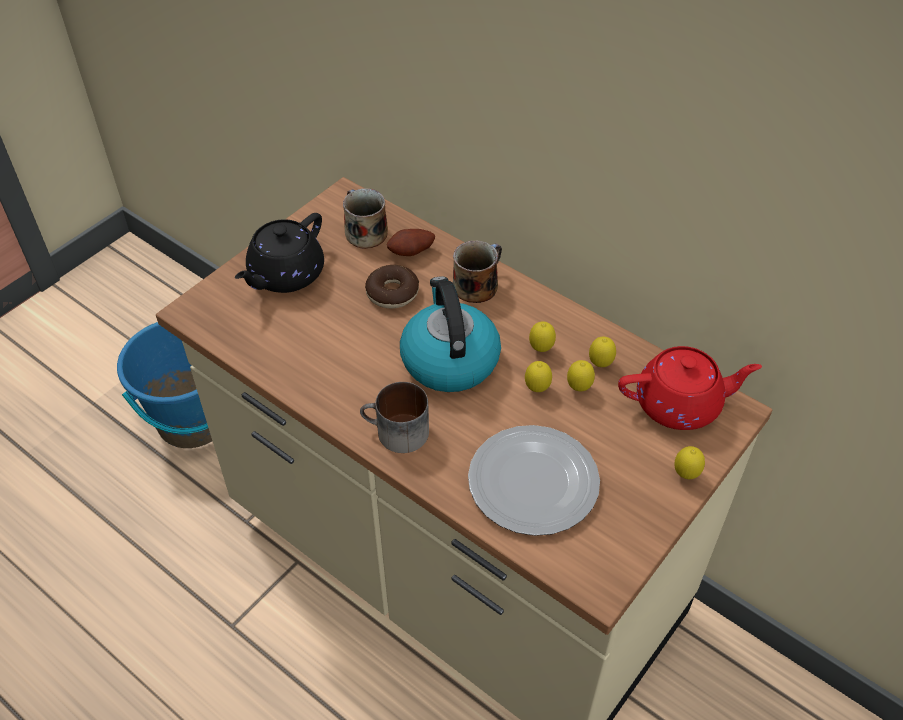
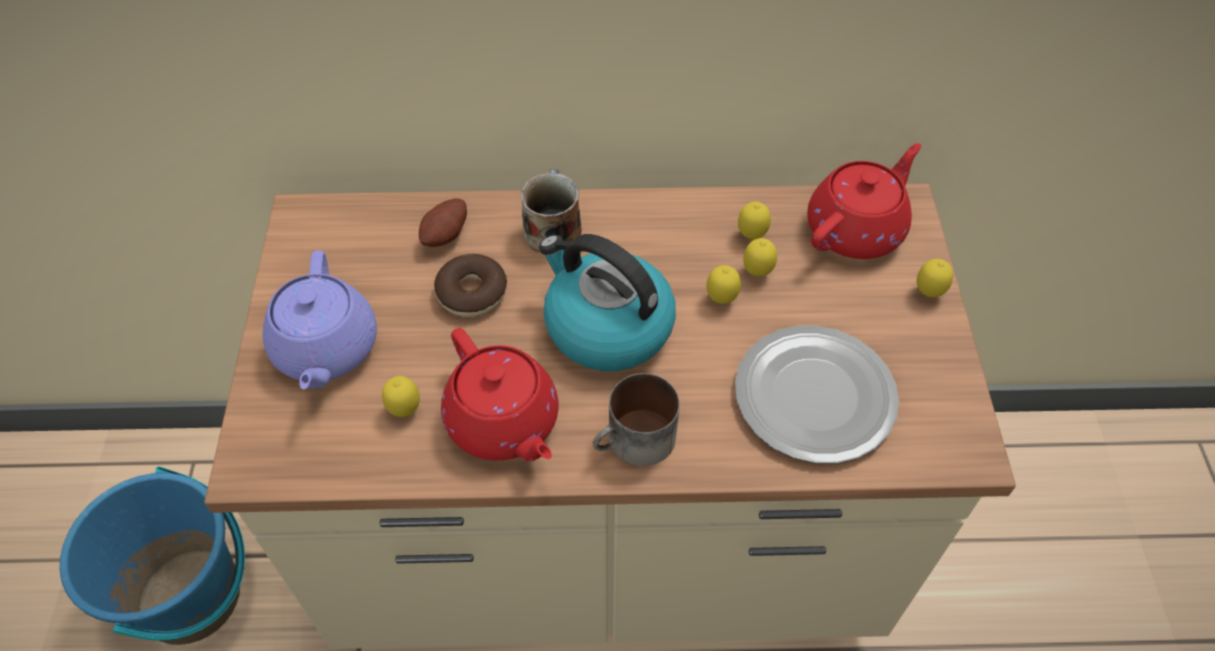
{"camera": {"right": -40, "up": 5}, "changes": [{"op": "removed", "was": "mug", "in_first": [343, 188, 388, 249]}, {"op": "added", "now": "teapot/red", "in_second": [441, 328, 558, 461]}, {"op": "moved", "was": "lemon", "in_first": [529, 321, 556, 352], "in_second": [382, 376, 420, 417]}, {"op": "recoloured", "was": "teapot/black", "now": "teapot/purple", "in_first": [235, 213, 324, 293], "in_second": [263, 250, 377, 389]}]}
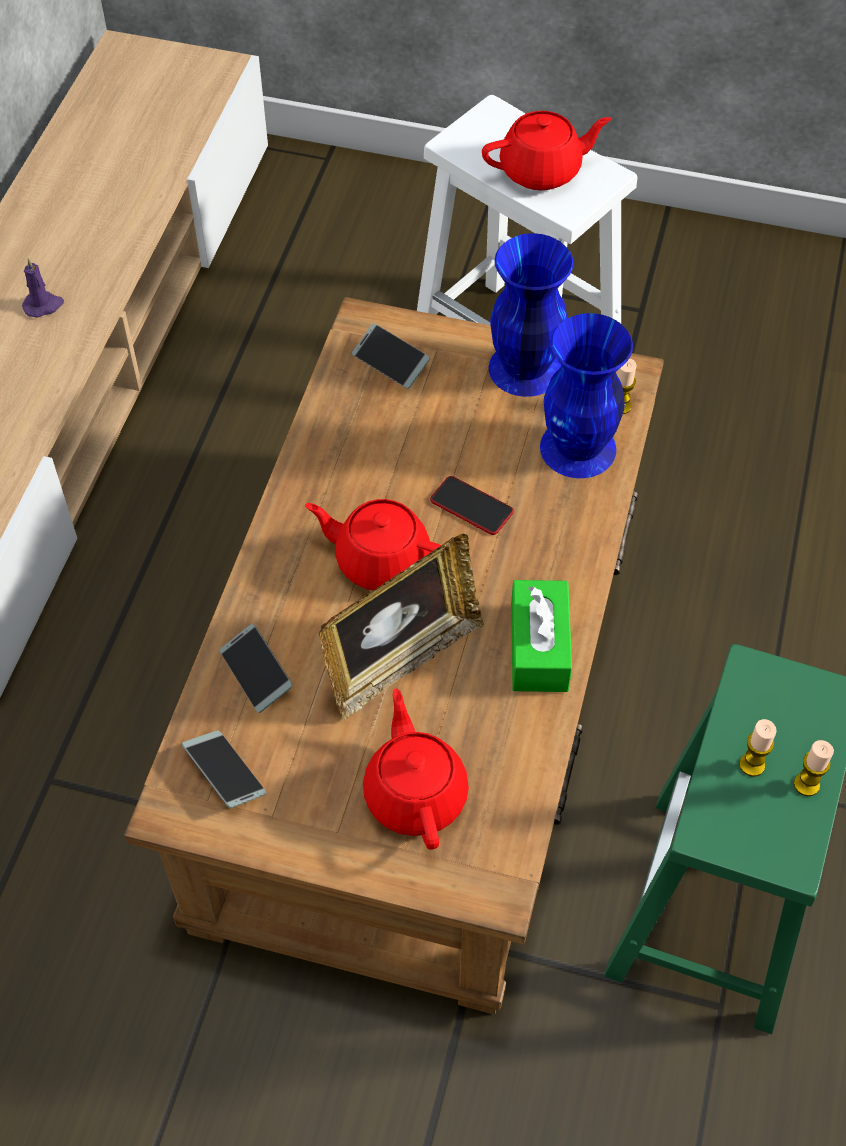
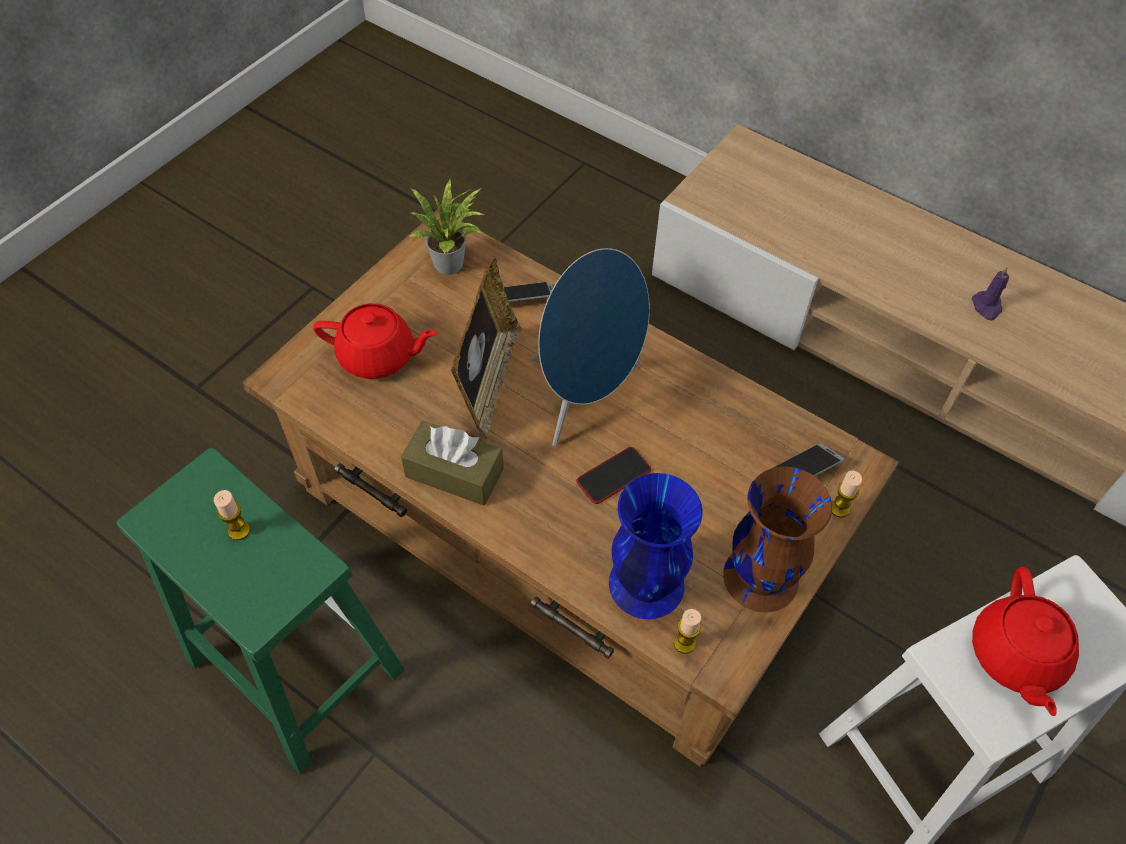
{"camera": {"right": 110, "up": 0}, "changes": [{"op": "moved", "was": "candle", "in_first": [794, 740, 834, 796], "in_second": [832, 470, 862, 518]}, {"op": "replaced", "was": "phone", "now": "potted plant", "in_first": [182, 730, 266, 808], "in_second": [410, 180, 485, 275]}, {"op": "replaced", "was": "teapot/red", "now": "speaker/blue", "in_first": [305, 499, 441, 590], "in_second": [531, 248, 650, 447]}, {"op": "recoloured", "was": "vase/blue", "now": "vase/brown", "in_first": [489, 233, 573, 397], "in_second": [723, 467, 832, 613]}, {"op": "recoloured", "was": "tissue box/green", "now": "tissue box/brown", "in_first": [511, 580, 572, 692], "in_second": [401, 421, 504, 506]}, {"op": "turned", "was": "picture frame", "in_first": [319, 534, 484, 719], "in_second": [451, 259, 522, 439], "clockwise": -150}]}
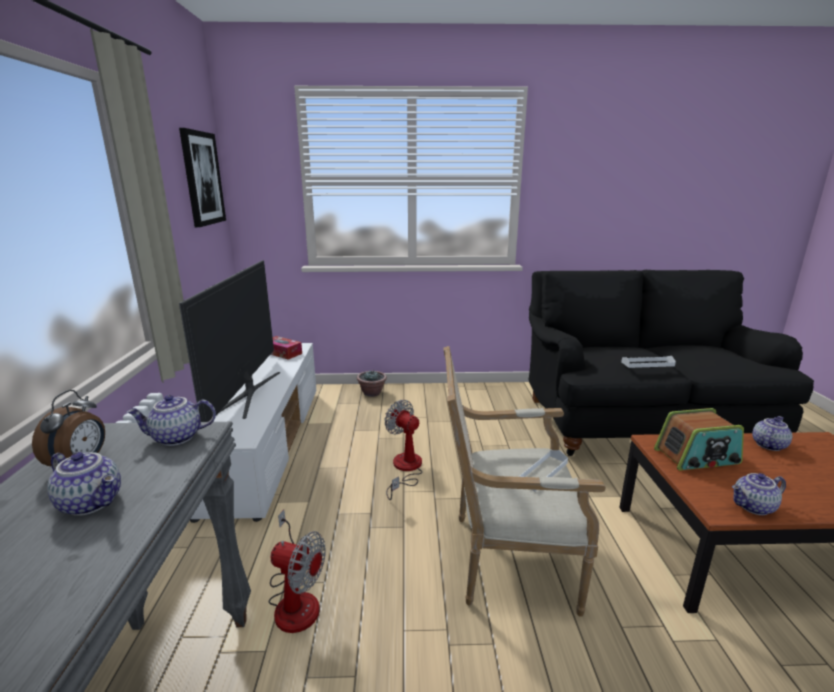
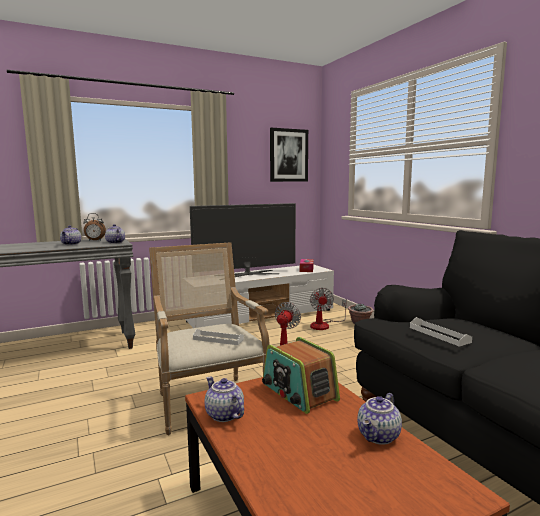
{"camera": {"right": 65, "up": -10}, "changes": [{"op": "moved", "was": "fan", "in_first": [269, 510, 326, 633], "in_second": [310, 288, 347, 330]}, {"op": "turned", "was": "teapot", "in_first": [752, 416, 792, 451], "in_second": [357, 393, 402, 445], "clockwise": 105}]}
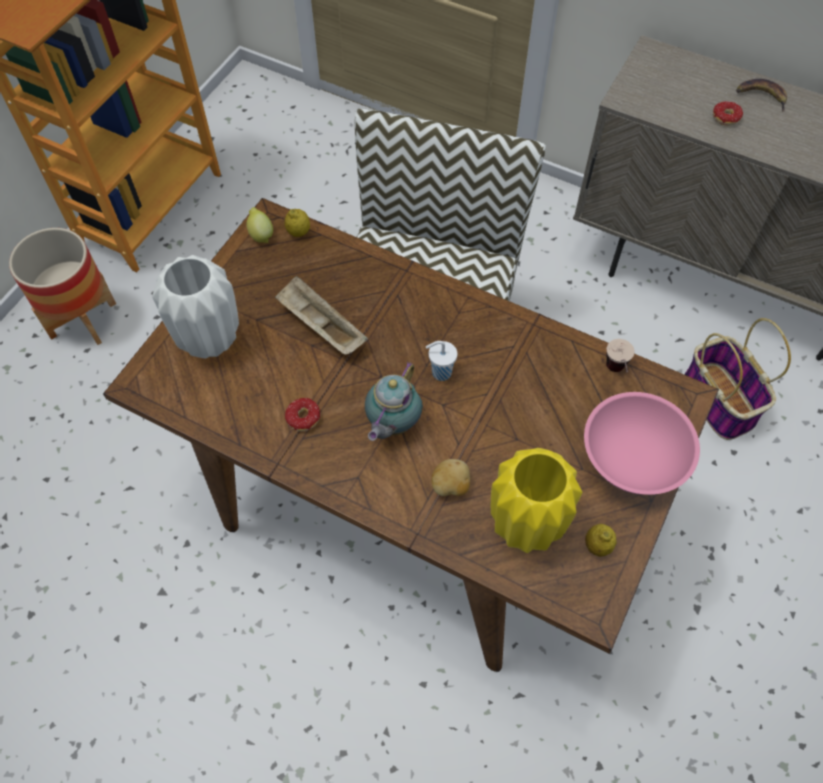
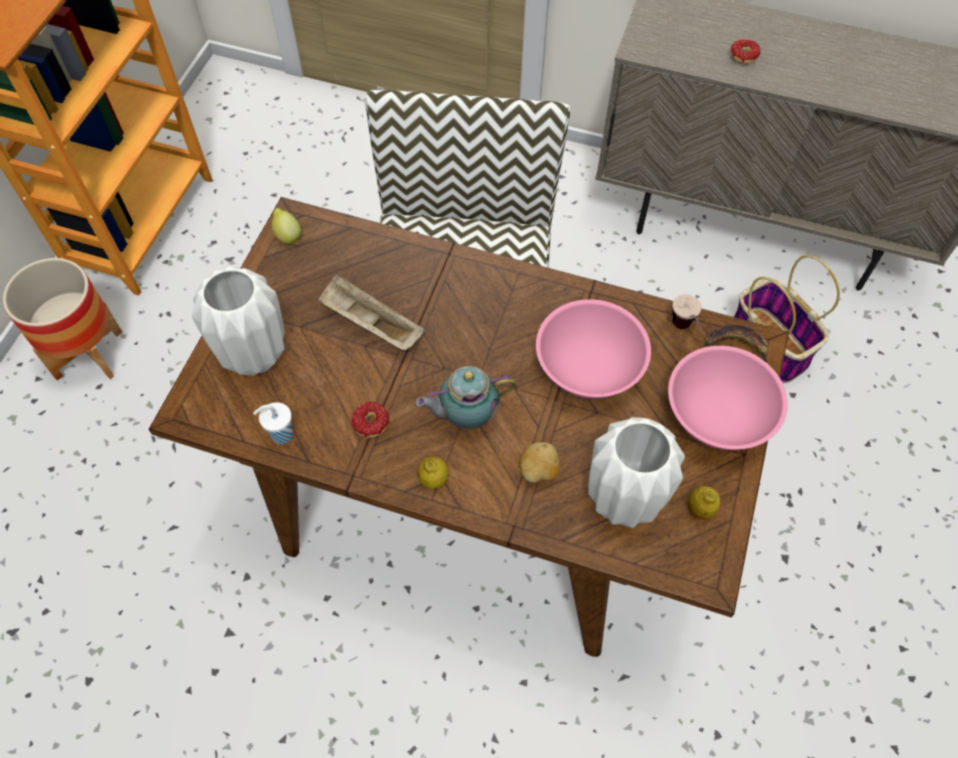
{"camera": {"right": -10, "up": 0}, "changes": [{"op": "added", "now": "bowl/pink", "in_second": [536, 299, 651, 399]}, {"op": "moved", "was": "lemon", "in_first": [284, 209, 310, 237], "in_second": [417, 456, 449, 489]}, {"op": "moved", "was": "cup/white", "in_first": [426, 341, 457, 381], "in_second": [253, 402, 293, 445]}, {"op": "moved", "was": "banana", "in_first": [736, 79, 787, 112], "in_second": [705, 325, 768, 363]}, {"op": "recoloured", "was": "vase/yellow", "now": "vase/white", "in_first": [491, 448, 583, 553], "in_second": [588, 417, 685, 528]}, {"op": "turned", "was": "teapot", "in_first": [365, 362, 423, 441], "in_second": [416, 366, 517, 430], "clockwise": 60}]}
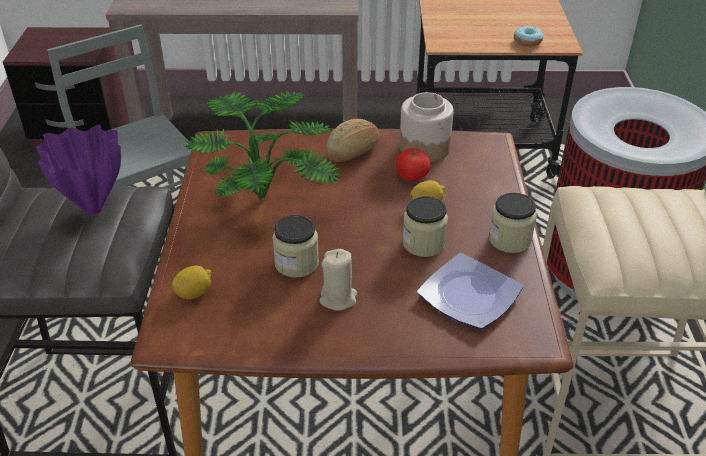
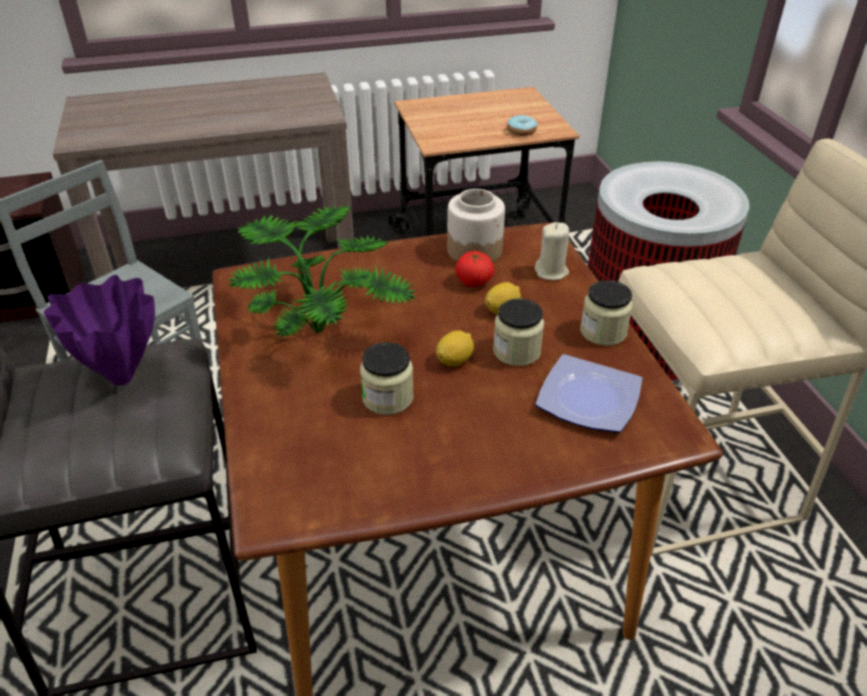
{"camera": {"right": -15, "up": 0}, "changes": [{"op": "removed", "was": "bread", "in_first": [326, 119, 380, 162]}, {"op": "moved", "was": "lemon", "in_first": [172, 265, 211, 299], "in_second": [436, 330, 474, 366]}, {"op": "moved", "was": "candle/beige", "in_first": [319, 249, 357, 311], "in_second": [535, 222, 569, 280]}]}
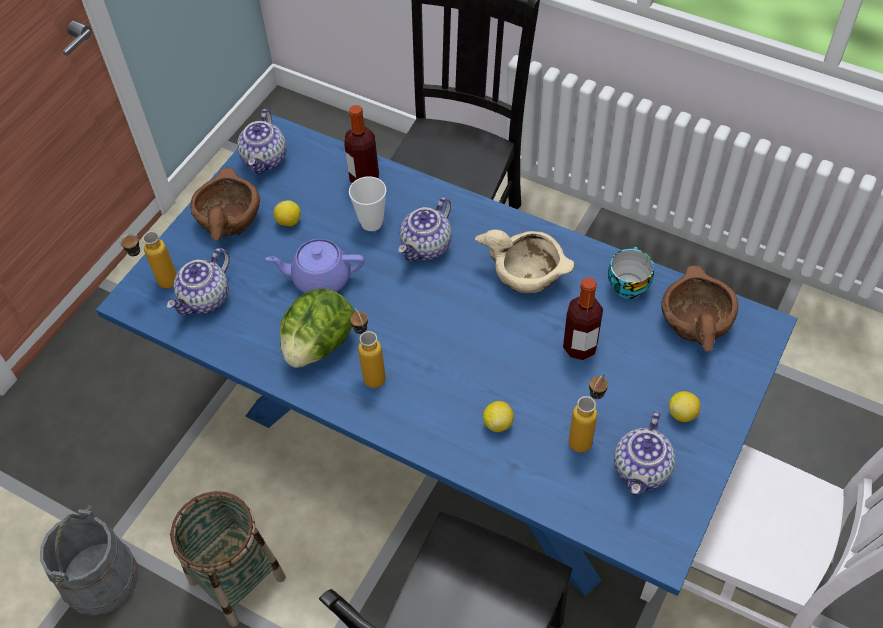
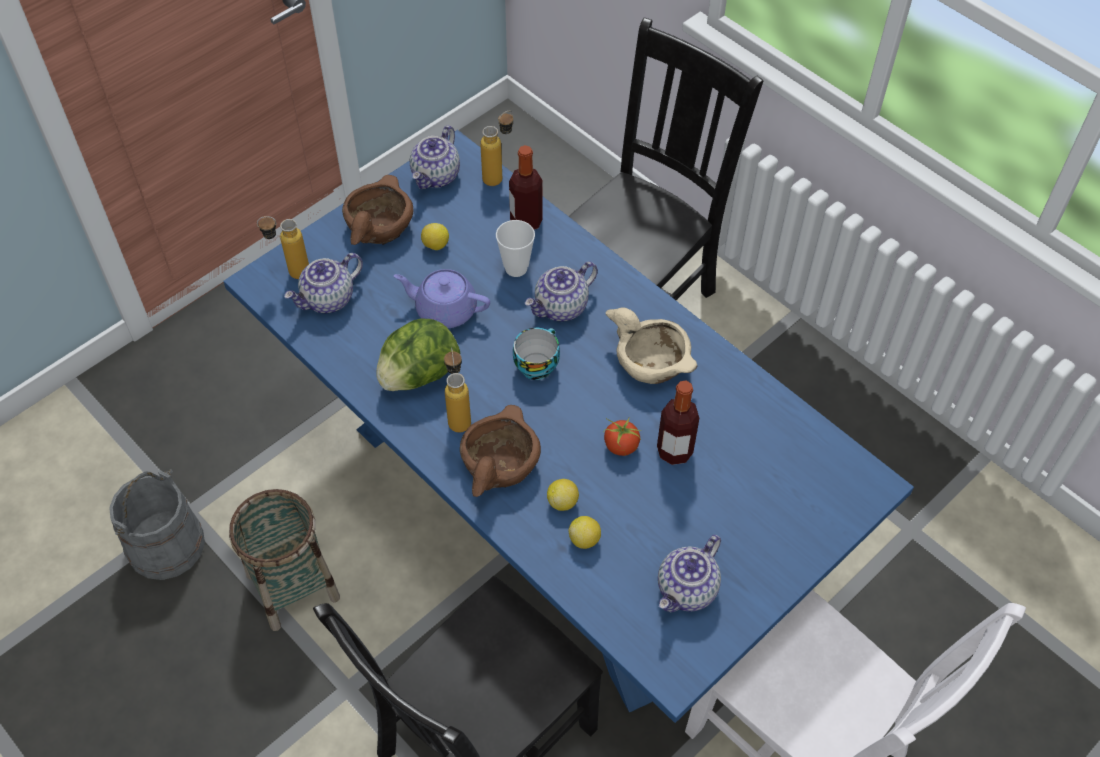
{"camera": {"right": 15, "up": 0}, "changes": [{"op": "added", "now": "tomato", "in_second": [604, 418, 641, 456]}, {"op": "moved", "was": "bottle", "in_first": [569, 374, 608, 453], "in_second": [480, 111, 513, 186]}, {"op": "moved", "was": "cup", "in_first": [608, 247, 654, 299], "in_second": [513, 328, 560, 380]}, {"op": "moved", "was": "bowl/brown", "in_first": [661, 265, 739, 352], "in_second": [460, 405, 541, 497]}, {"op": "moved", "was": "lemon", "in_first": [669, 391, 701, 422], "in_second": [569, 516, 601, 549]}]}
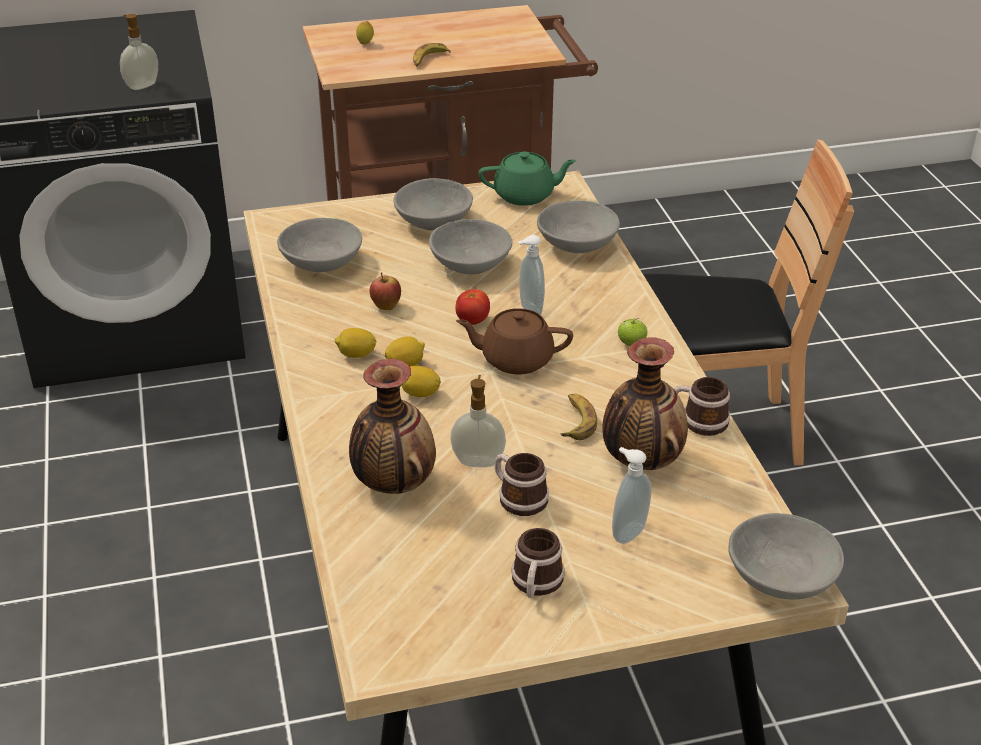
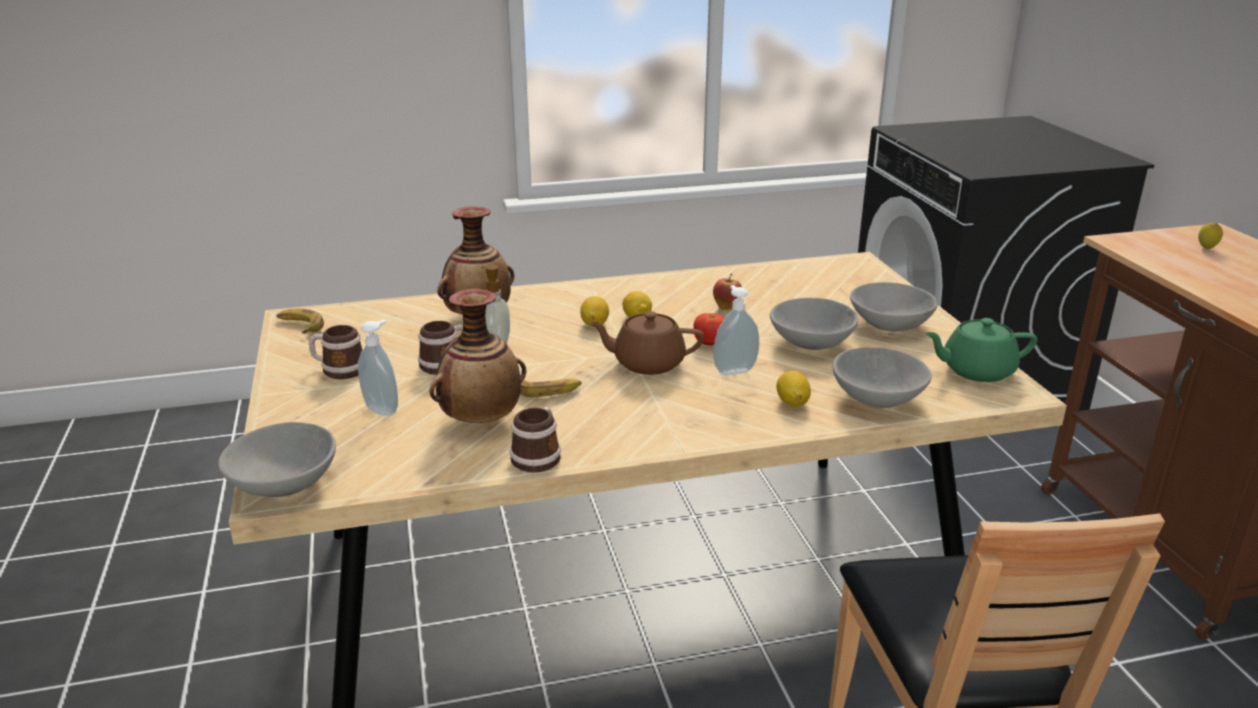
{"camera": {"right": 90, "up": -10}, "changes": [{"op": "removed", "was": "soap dispenser", "in_first": [120, 14, 158, 90]}, {"op": "removed", "was": "bowl/grey", "in_first": [277, 218, 362, 272]}, {"op": "removed", "was": "apple", "in_first": [618, 318, 647, 346]}, {"op": "moved", "was": "lemon", "in_first": [335, 328, 376, 358], "in_second": [777, 371, 811, 407]}, {"op": "moved", "was": "banana", "in_first": [413, 43, 451, 67], "in_second": [276, 309, 324, 334]}, {"op": "turned", "was": "teapot/brown", "in_first": [456, 308, 573, 375], "in_second": [588, 311, 704, 375], "clockwise": -90}, {"op": "turned", "was": "teapot/green", "in_first": [478, 151, 577, 206], "in_second": [925, 318, 1037, 382], "clockwise": 90}]}
